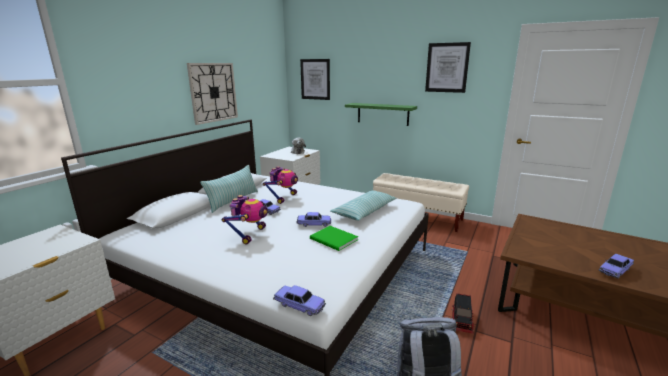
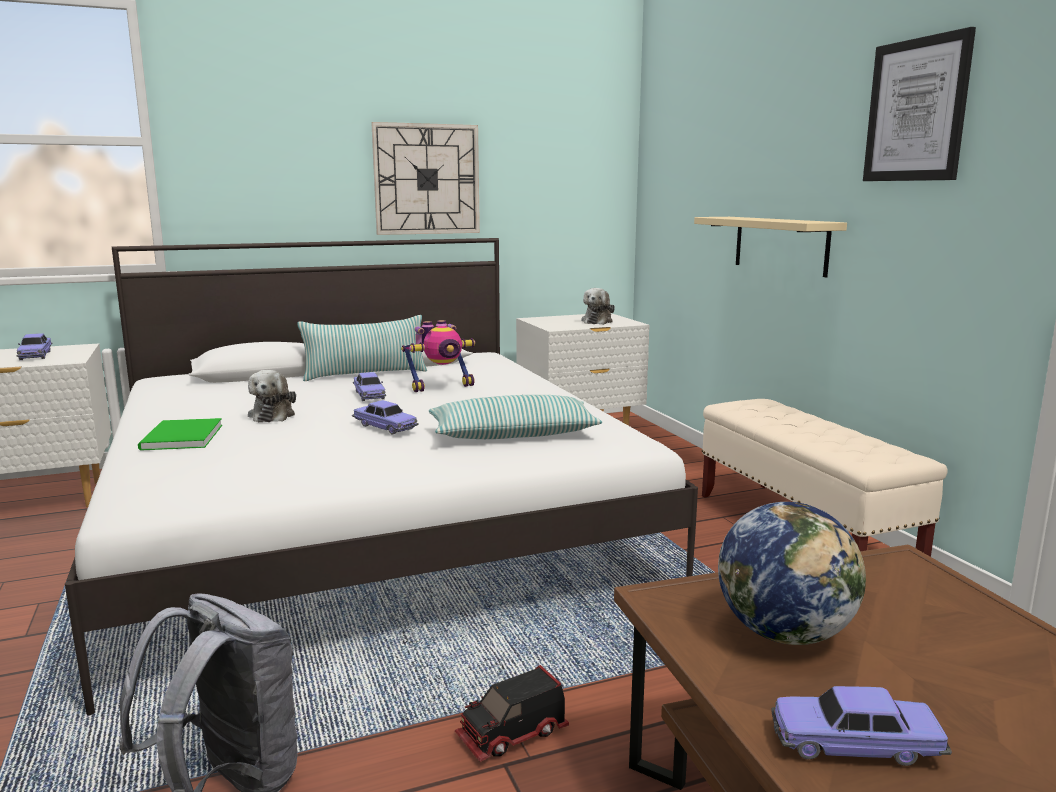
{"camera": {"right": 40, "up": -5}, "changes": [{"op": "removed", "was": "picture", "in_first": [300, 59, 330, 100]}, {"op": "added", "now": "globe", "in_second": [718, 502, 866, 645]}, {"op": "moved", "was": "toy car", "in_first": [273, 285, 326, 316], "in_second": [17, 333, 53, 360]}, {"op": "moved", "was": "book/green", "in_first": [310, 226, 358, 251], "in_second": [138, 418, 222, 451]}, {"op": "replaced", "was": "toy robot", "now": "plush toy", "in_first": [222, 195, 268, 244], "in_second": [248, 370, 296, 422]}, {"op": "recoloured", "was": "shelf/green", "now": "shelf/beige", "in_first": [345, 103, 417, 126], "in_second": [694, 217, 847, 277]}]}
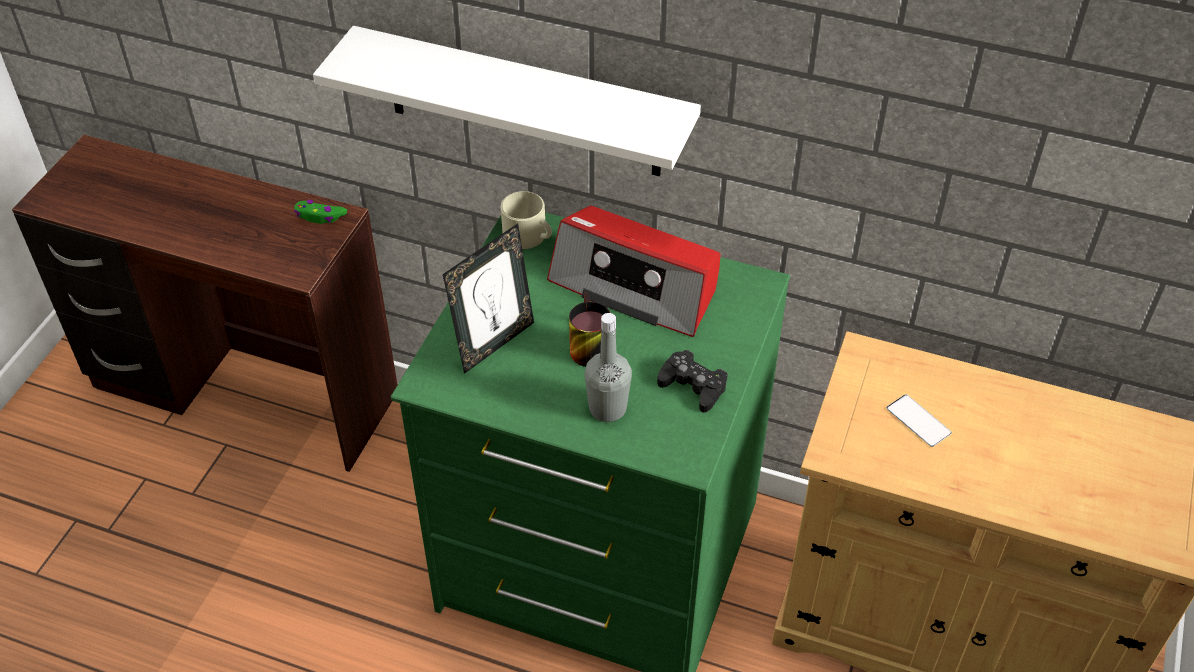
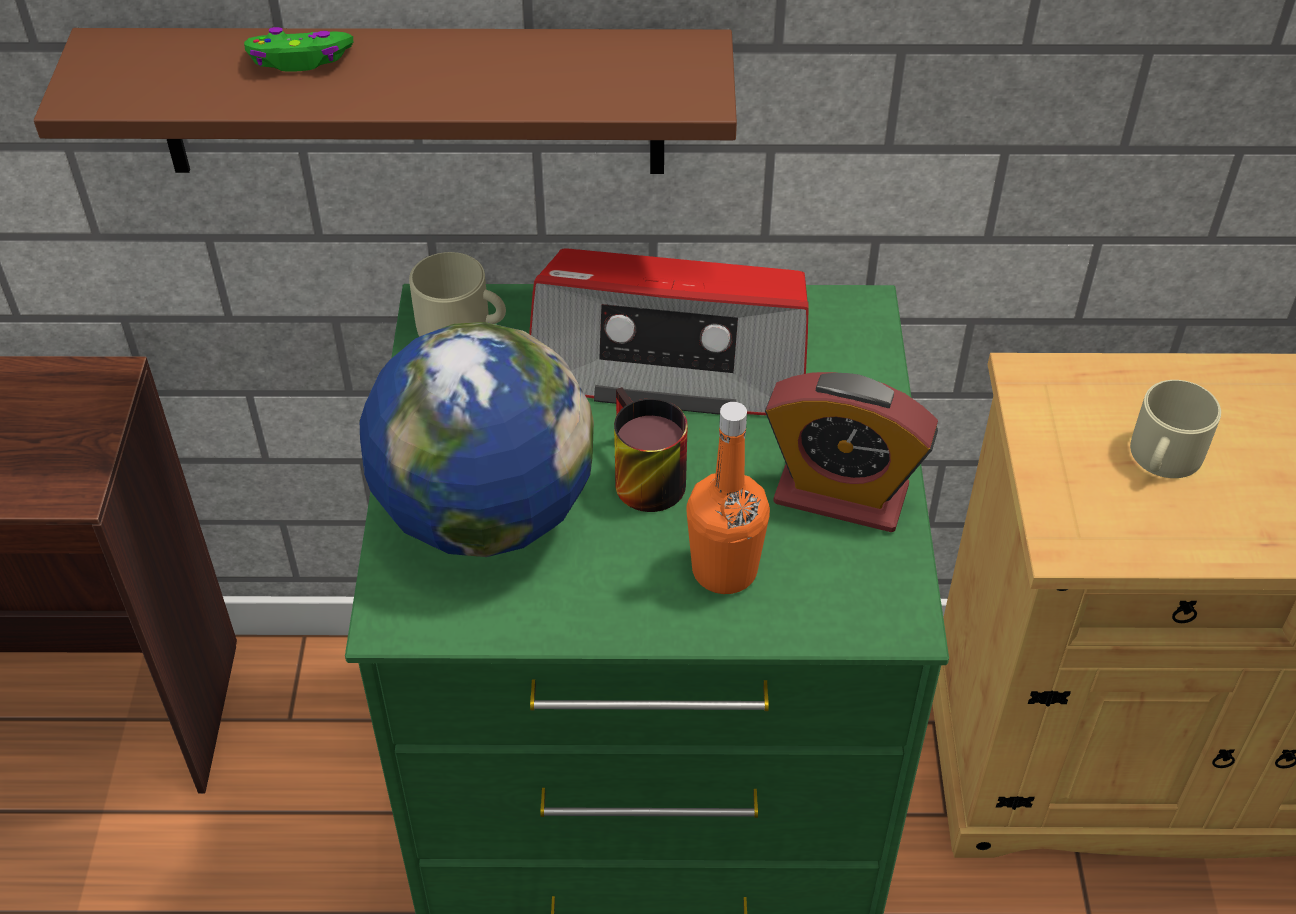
{"camera": {"right": -20, "up": 0}, "changes": [{"op": "moved", "was": "game controller/green", "in_first": [294, 200, 347, 224], "in_second": [244, 27, 353, 72]}, {"op": "replaced", "was": "picture frame", "now": "globe", "in_first": [443, 223, 534, 374], "in_second": [360, 322, 594, 557]}, {"op": "replaced", "was": "game controller/black", "now": "alarm clock", "in_first": [657, 350, 728, 413], "in_second": [765, 372, 938, 532]}, {"op": "replaced", "was": "phone", "now": "mug/beige", "in_first": [887, 394, 952, 447], "in_second": [1130, 380, 1221, 478]}, {"op": "recoloured", "was": "shelf/white", "now": "shelf/brown", "in_first": [313, 26, 701, 176], "in_second": [34, 28, 737, 174]}, {"op": "recoloured", "was": "bottle/grey", "now": "bottle/orange", "in_first": [585, 313, 632, 422], "in_second": [686, 402, 770, 594]}]}
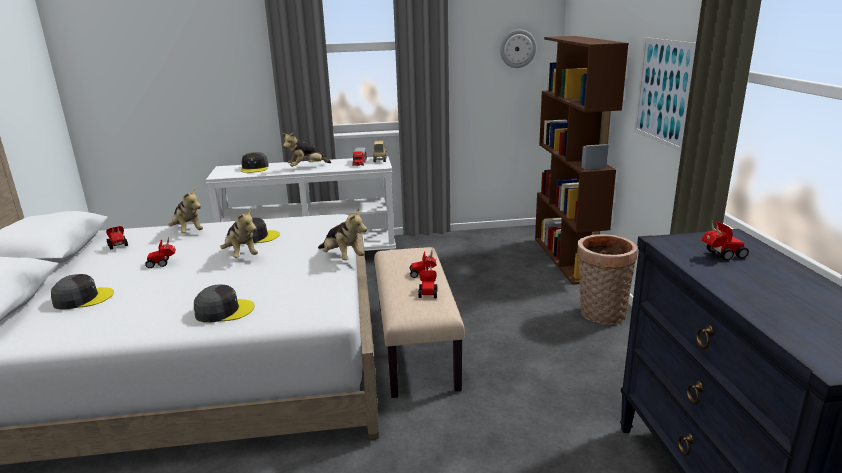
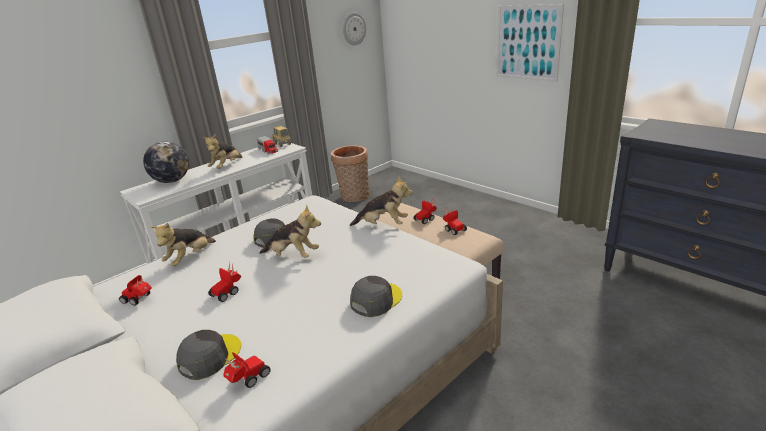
{"camera": {"right": -35, "up": 5}, "changes": [{"op": "removed", "was": "bookcase/brown", "in_first": [535, 36, 629, 285]}, {"op": "moved", "was": "basket", "in_first": [577, 234, 638, 325], "in_second": [331, 145, 369, 202]}, {"op": "moved", "was": "toy car", "in_first": [702, 222, 749, 260], "in_second": [223, 352, 271, 388]}, {"op": "replaced", "was": "cap/grey", "now": "globe", "in_first": [241, 152, 269, 173], "in_second": [143, 141, 189, 183]}, {"op": "turned", "was": "plush toy", "in_first": [168, 189, 203, 233], "in_second": [151, 222, 216, 266], "clockwise": 105}]}
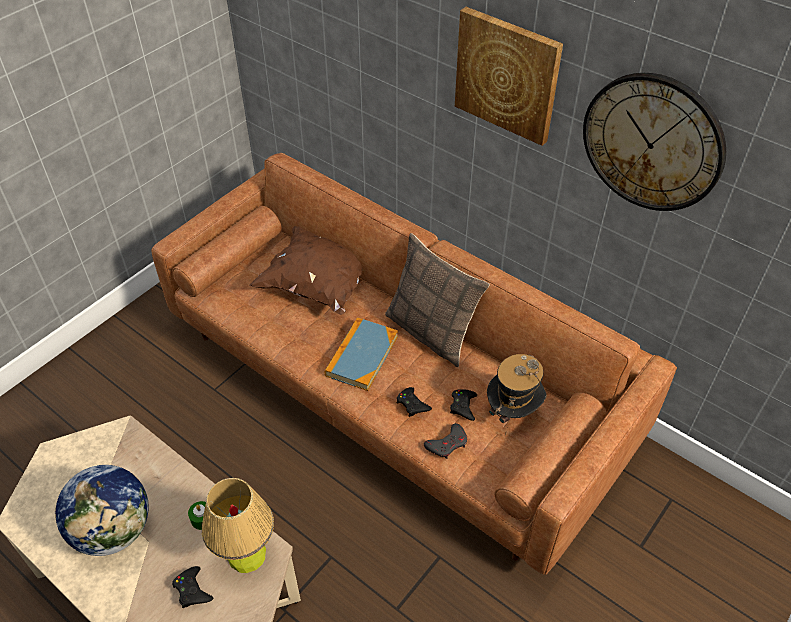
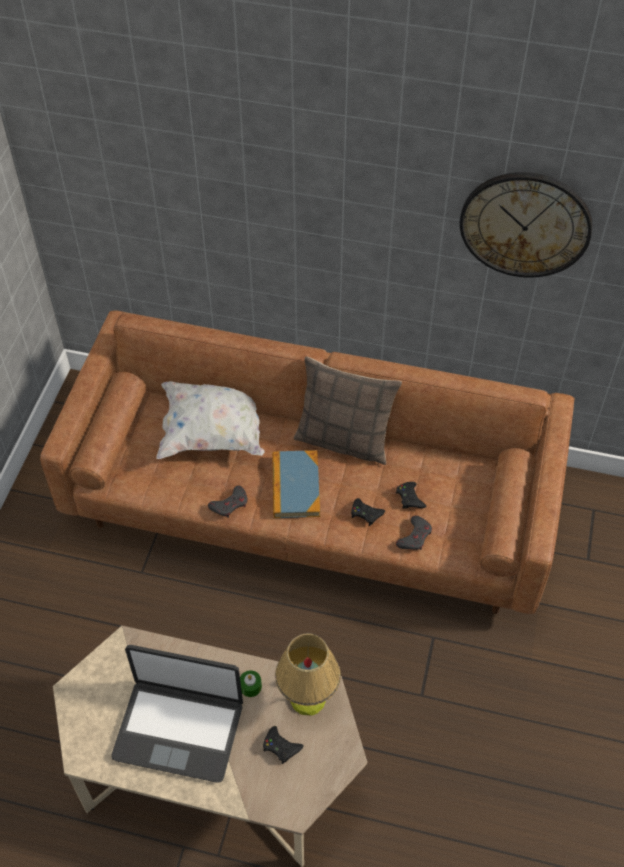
{"camera": {"right": -25, "up": 5}, "changes": [{"op": "removed", "was": "picture", "in_first": [455, 7, 563, 146]}, {"op": "removed", "was": "hat", "in_first": [487, 354, 546, 435]}, {"op": "added", "now": "game controller/grey", "in_second": [208, 485, 248, 518]}, {"op": "replaced", "was": "globe", "now": "laptop", "in_first": [55, 465, 149, 556], "in_second": [111, 645, 243, 783]}, {"op": "recoloured", "was": "pillow/brown", "now": "pillow/white", "in_first": [249, 226, 363, 315], "in_second": [156, 381, 265, 459]}]}
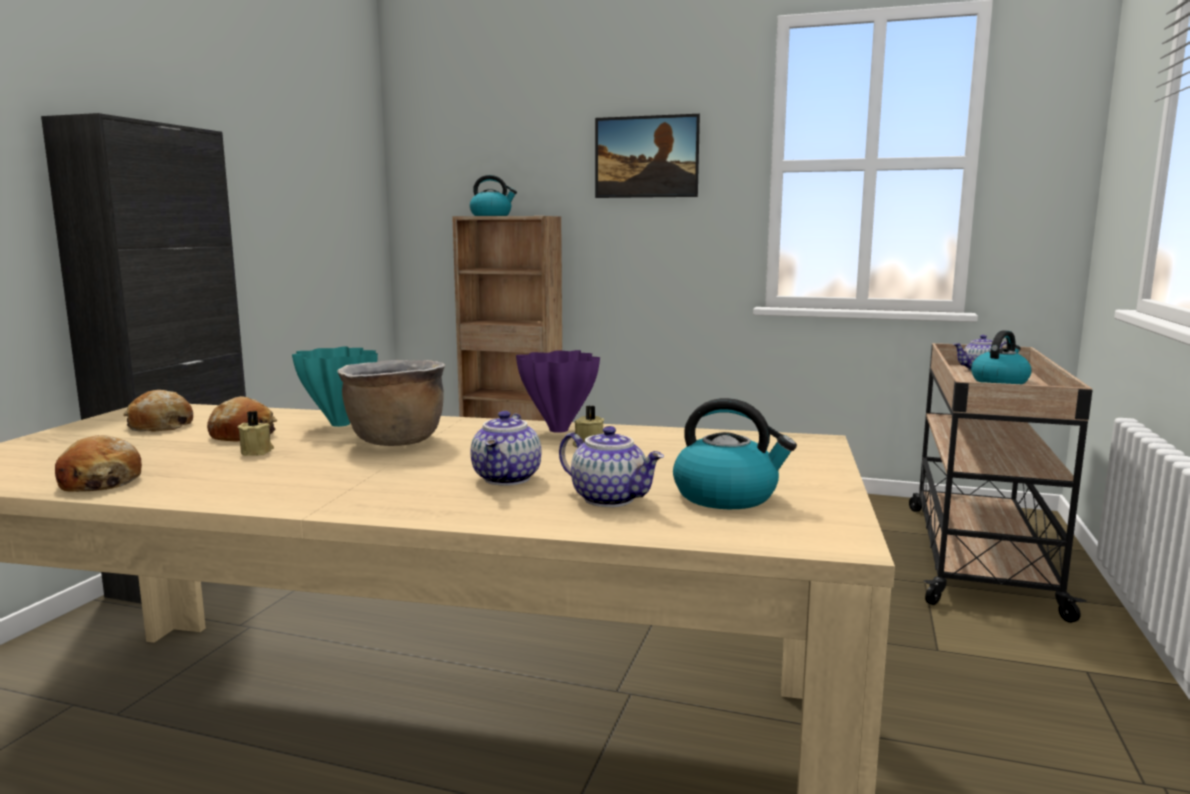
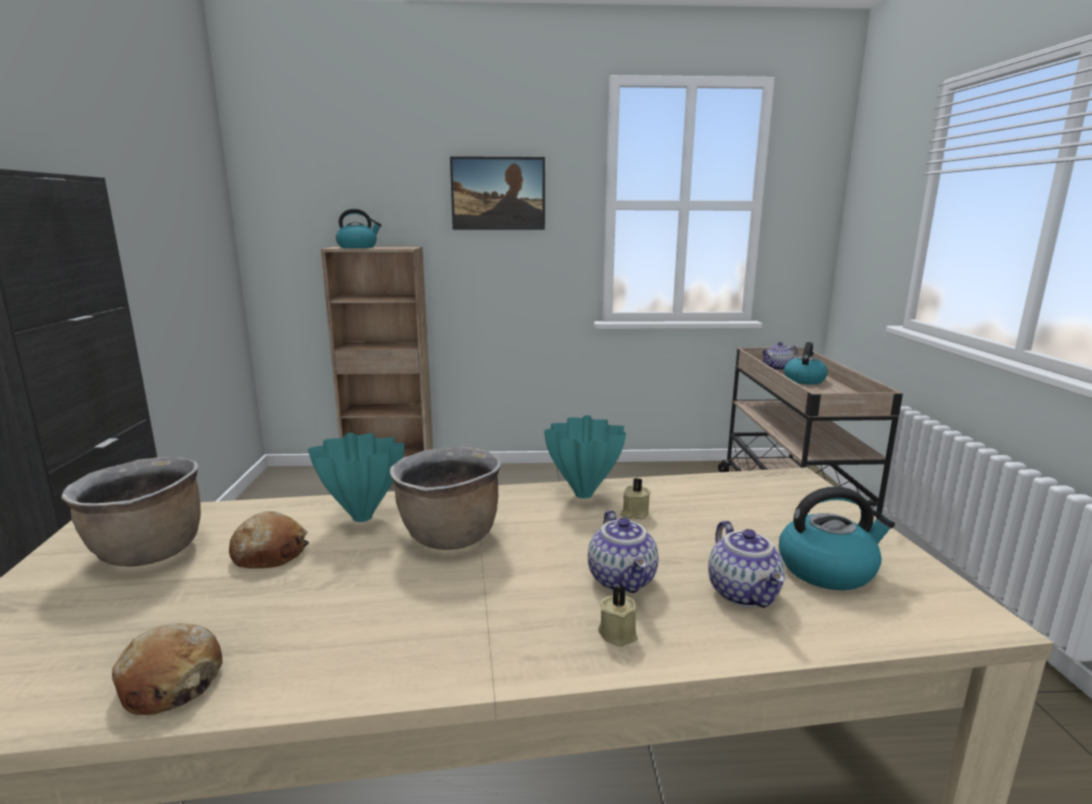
{"camera": {"right": -20, "up": 5}, "changes": [{"op": "moved", "was": "candle/beige", "in_first": [238, 411, 274, 456], "in_second": [598, 586, 637, 647]}, {"op": "replaced", "was": "bread", "now": "cooking pot/brown", "in_first": [123, 390, 193, 432], "in_second": [61, 457, 201, 566]}, {"op": "recoloured", "was": "vase/purple", "now": "vase/turquoise", "in_first": [516, 350, 600, 433], "in_second": [544, 415, 626, 499]}, {"op": "turned", "was": "teapot", "in_first": [559, 426, 664, 507], "in_second": [708, 520, 785, 608], "clockwise": 60}]}
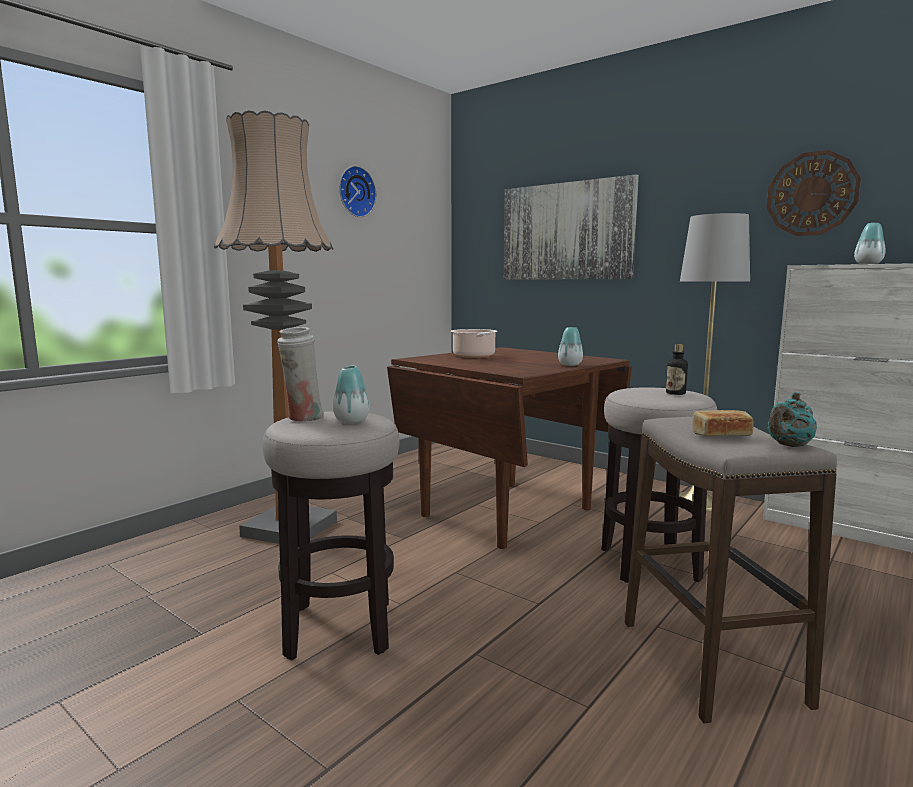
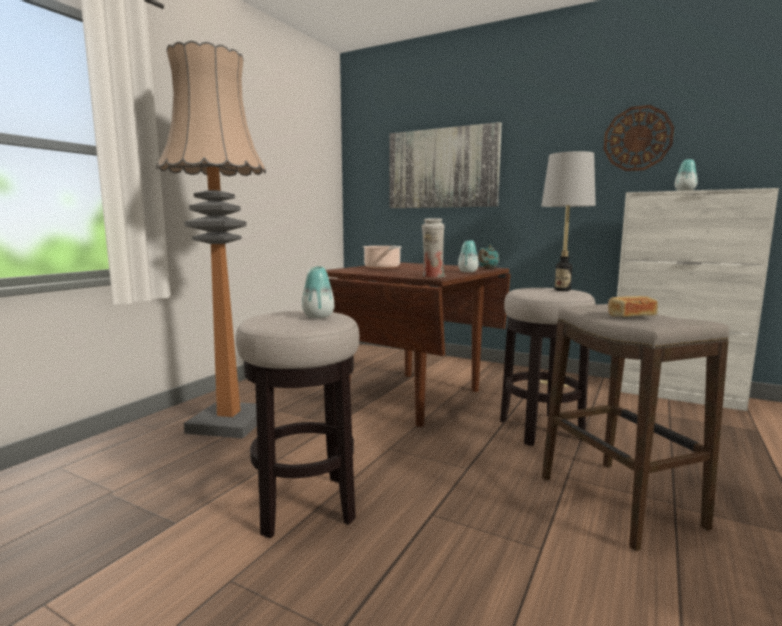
{"camera": {"right": -10, "up": 0}, "changes": [{"op": "removed", "was": "wall clock", "in_first": [339, 166, 376, 217]}, {"op": "moved", "was": "vase/white", "in_first": [277, 327, 324, 421], "in_second": [422, 218, 445, 278]}, {"op": "moved", "was": "teapot/turquoise", "in_first": [767, 392, 817, 447], "in_second": [478, 244, 499, 269]}]}
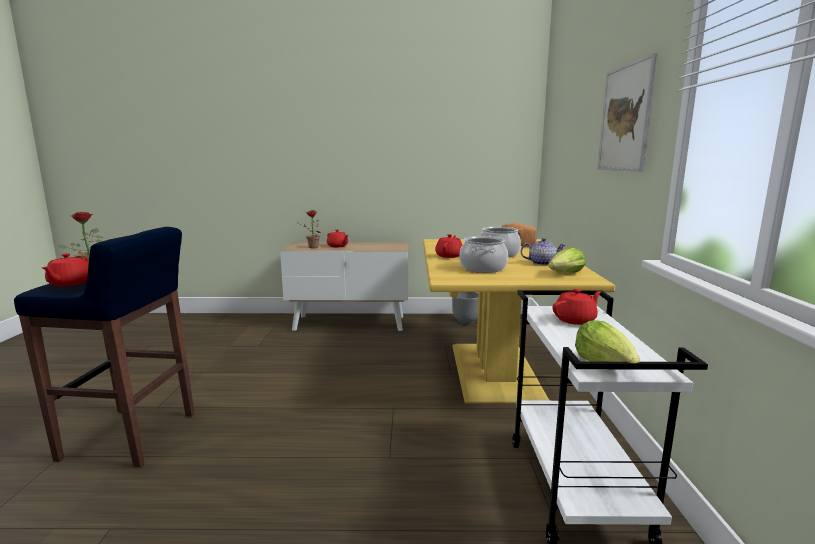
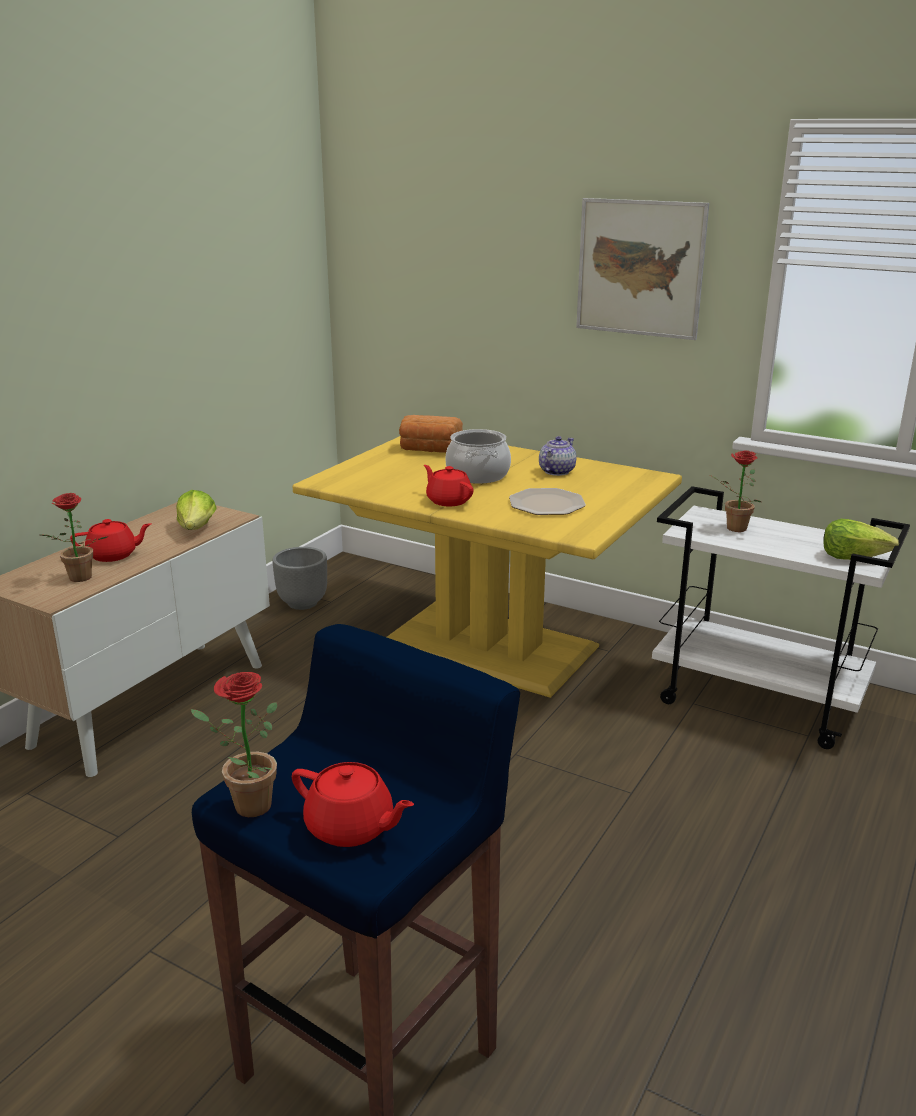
{"camera": {"right": -60, "up": 10}, "changes": [{"op": "moved", "was": "lettuce", "in_first": [548, 247, 586, 273], "in_second": [177, 490, 217, 530]}, {"op": "replaced", "was": "cooking pot", "now": "plate", "in_first": [459, 236, 508, 273], "in_second": [509, 488, 586, 515]}, {"op": "replaced", "was": "teapot/red", "now": "potted plant", "in_first": [552, 289, 602, 325], "in_second": [710, 450, 761, 532]}]}
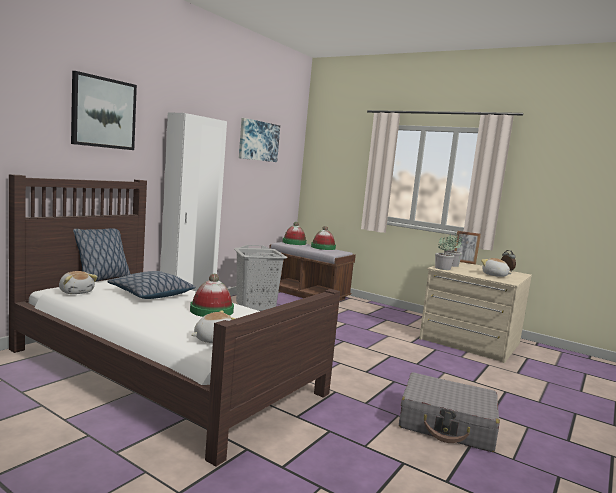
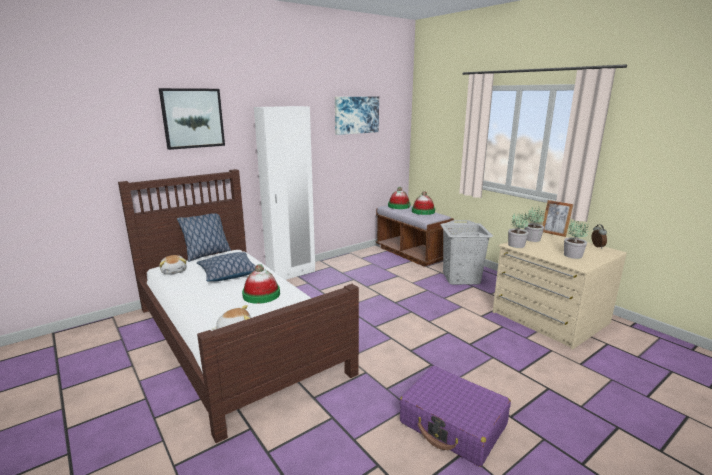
{"camera": {"right": 20, "up": 10}, "changes": [{"op": "moved", "was": "laundry basket/grey", "in_first": [234, 245, 287, 311], "in_second": [441, 220, 493, 285]}, {"op": "replaced", "was": "plush toy", "now": "potted plant", "in_first": [481, 258, 512, 277], "in_second": [564, 221, 589, 259]}, {"op": "recoloured", "was": "suitcase/grey", "now": "suitcase/purple", "in_first": [399, 372, 500, 452], "in_second": [399, 366, 511, 467]}]}
